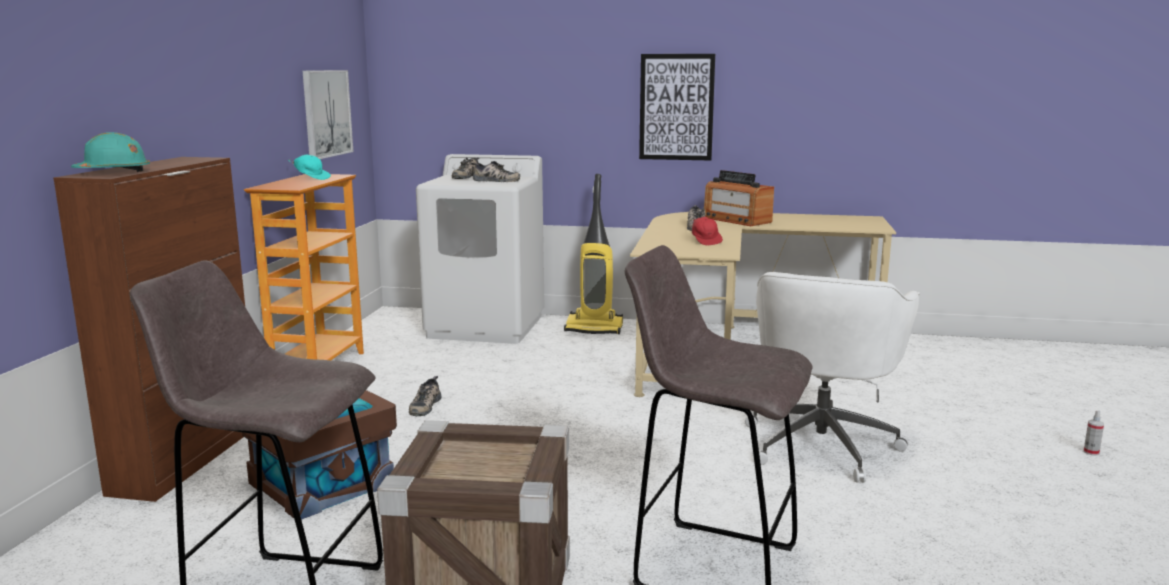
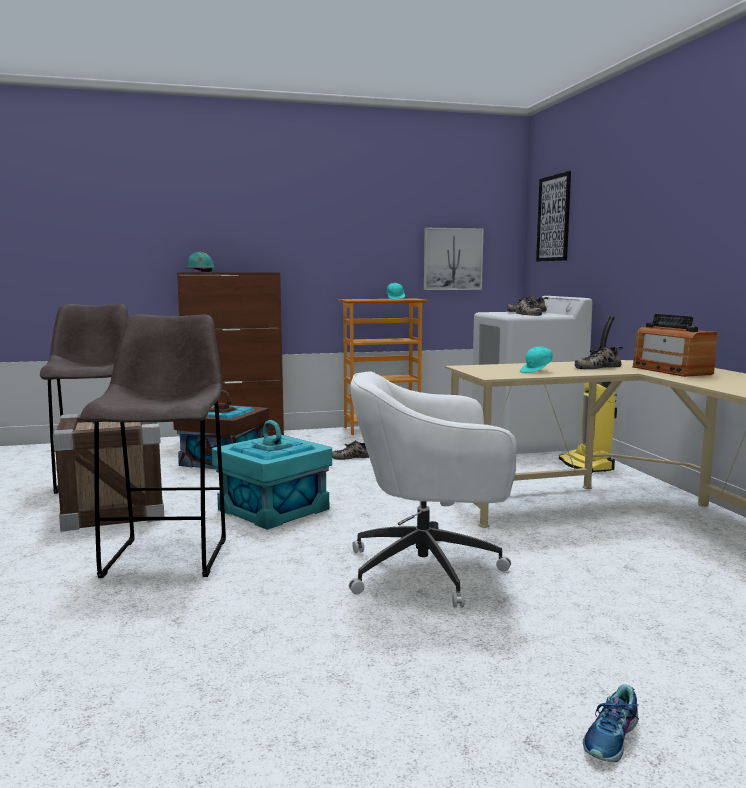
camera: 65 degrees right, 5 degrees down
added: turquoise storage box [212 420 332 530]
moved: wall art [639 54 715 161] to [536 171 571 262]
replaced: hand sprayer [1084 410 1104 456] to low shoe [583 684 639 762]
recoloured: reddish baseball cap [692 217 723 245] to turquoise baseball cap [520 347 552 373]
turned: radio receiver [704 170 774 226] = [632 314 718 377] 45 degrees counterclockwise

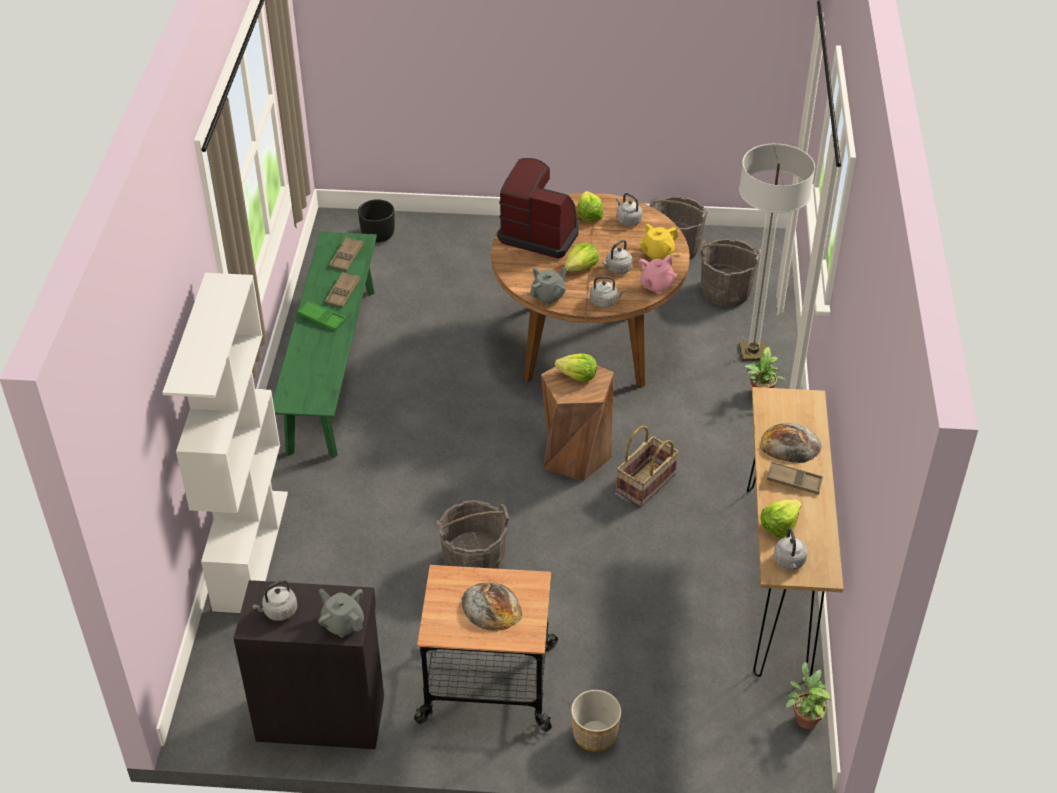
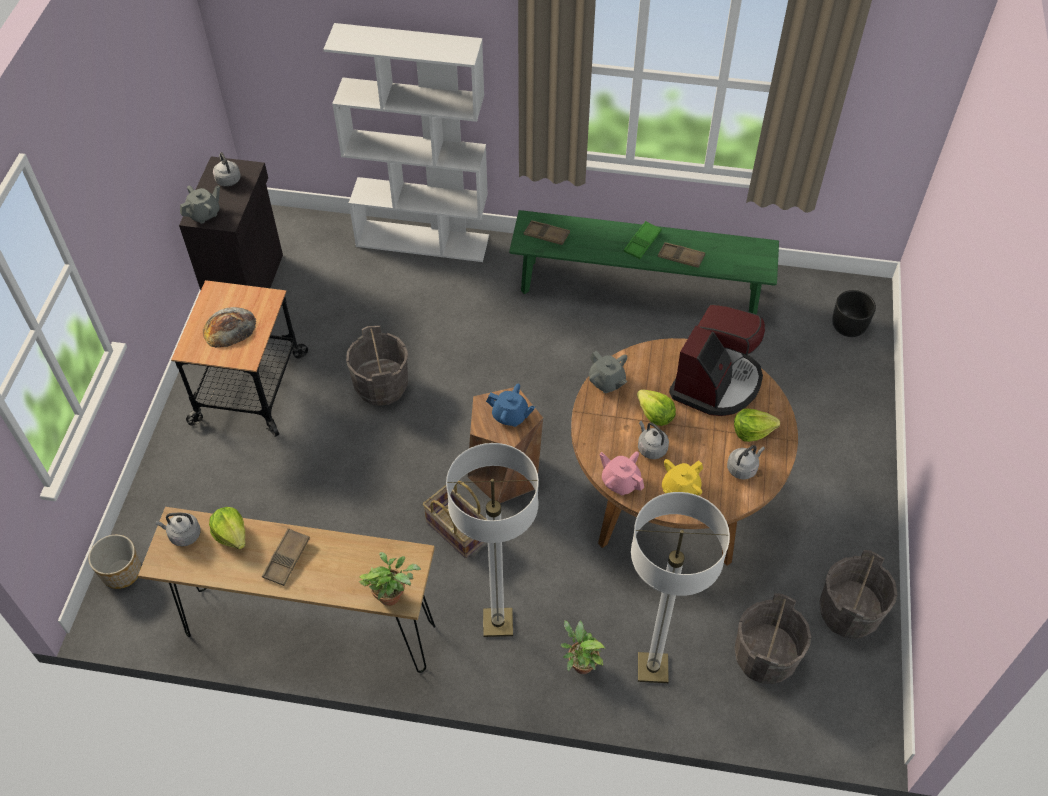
camera: 95 degrees right, 10 degrees up
removed: greyish kettle [590 276 626 308]; bread [760 423 822 463]
added: standing lamp [446 443 539 637]
moved: brownish carrying tray [329 237 364 271] to [524 220 570 245]; flower pot [571 690 621 752] to [89 535 141 589]; plant in a pot [786 662 831 729] to [359 552 421 606]
replaced: head of lettuce [555 353 597 382] to blue tea pot [486 384 535 427]
turned: yellow tea pot [639 224 678 260] = [662 459 703 496] 105 degrees counterclockwise

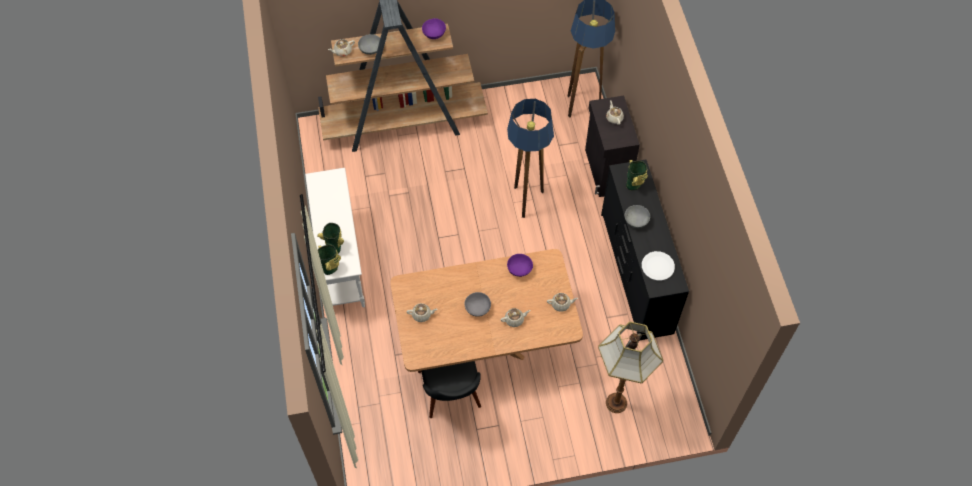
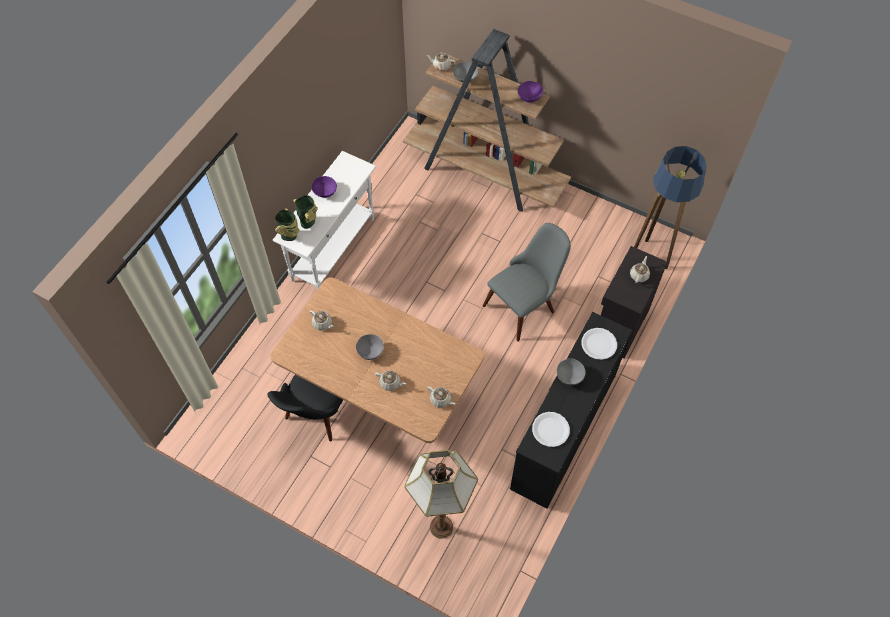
camera: 40 degrees right, 0 degrees up
moved: purple-coloured serving bowl [507 254 533 277] to [311 176 337 198]
replaced: standing lamp [507 99 554 218] to greyish chair [482 223 571 342]; flower vase [626 160 648 190] to white plate [581 328 617 360]

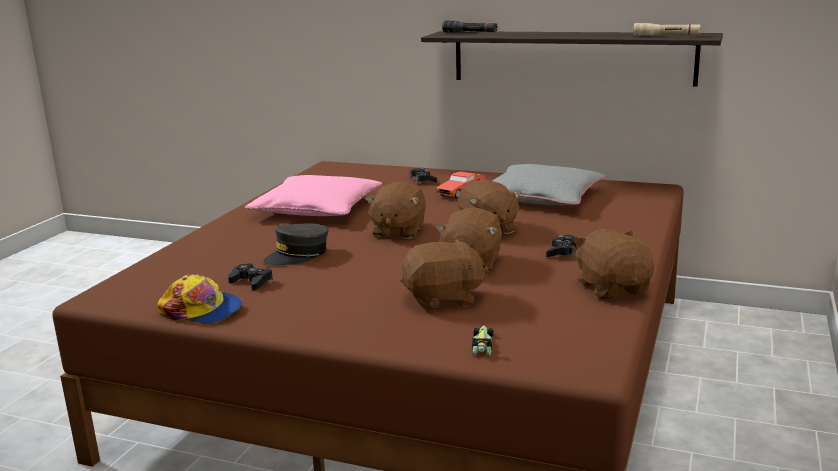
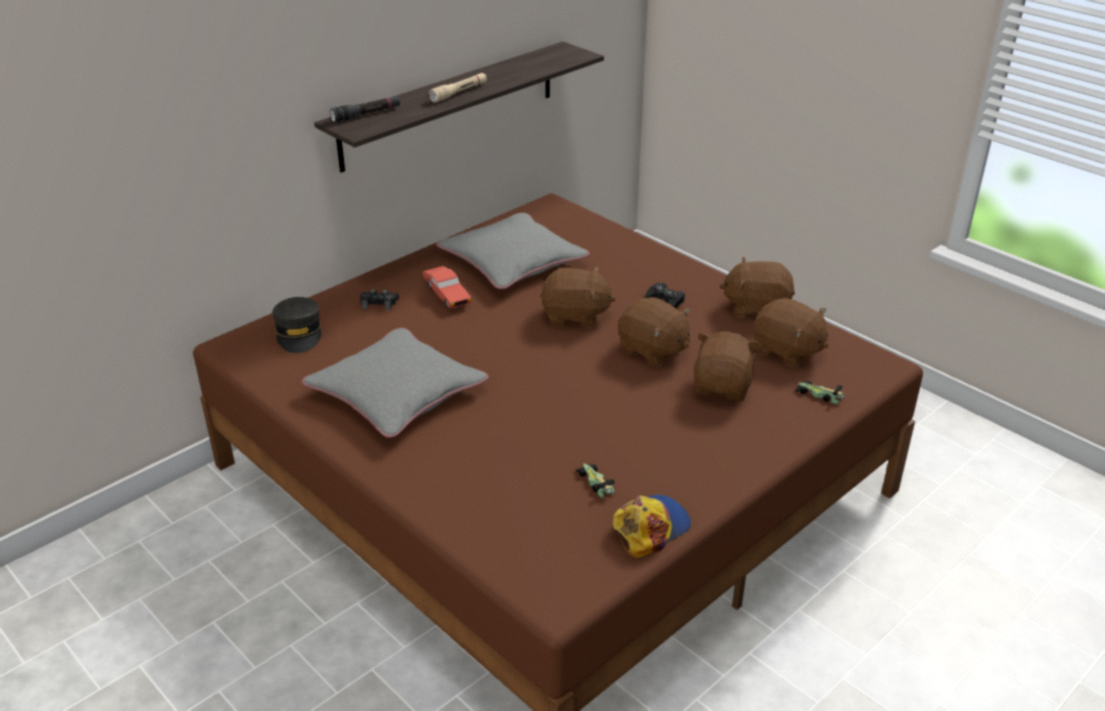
camera: 65 degrees left, 15 degrees up
moved: greyish baseball cap [263 223 329 265] to [272 297 321 353]; brownish soft toy [365 181 426 239] to [753 298 829 367]; beige flashlight [633 23 701 36] to [429 73 487 103]
replaced: black-coloured joypad [228 263 273 290] to toy car [576 463 615 499]
recoloured: pink cushion [245 175 382 216] to greyish cushion [301 328 489 438]

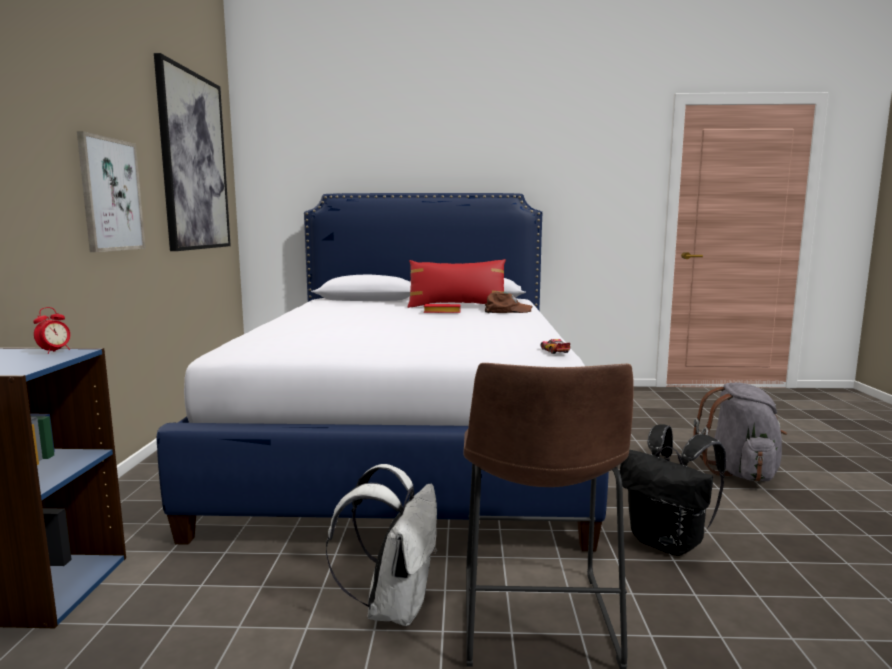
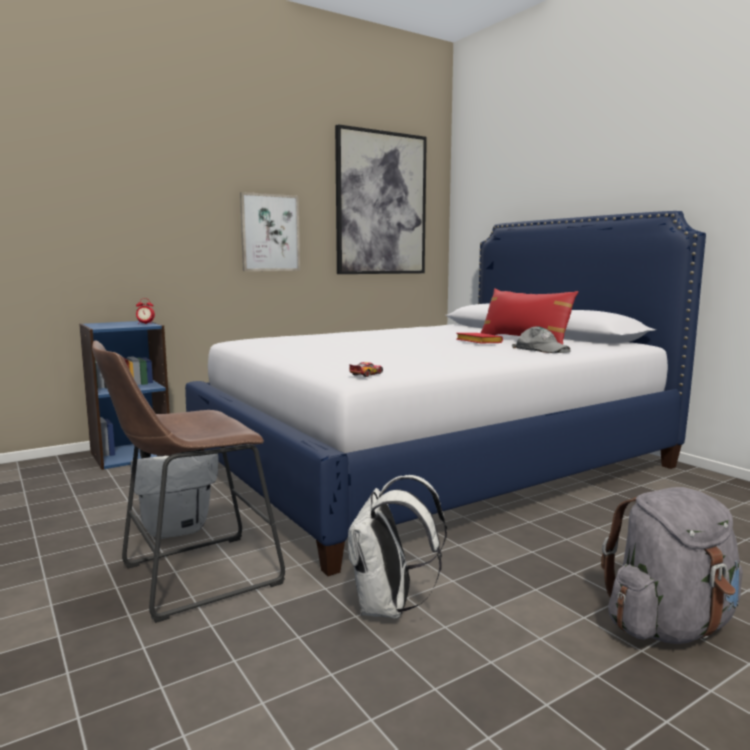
camera: 55 degrees right, 0 degrees up
recoloured: brownish baseball cap [485 292 533 313] to greyish baseball cap [512 327 571 353]; black-coloured backpack [620 424 726 556] to white backpack [348 475 447 619]

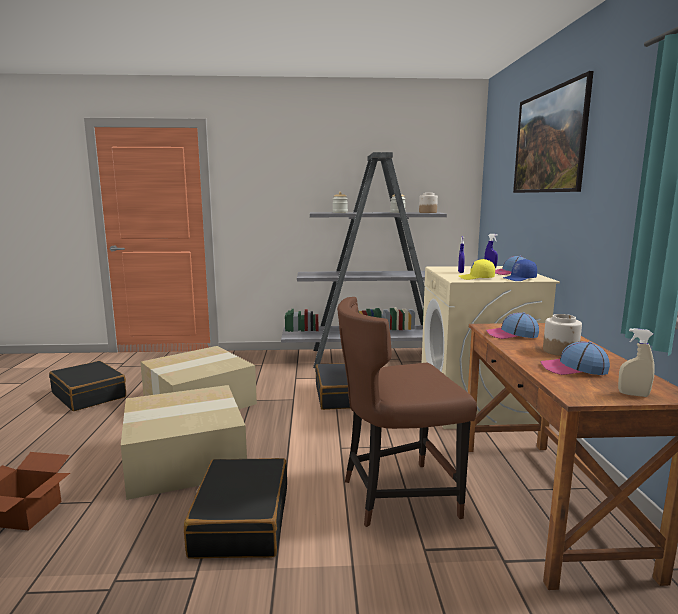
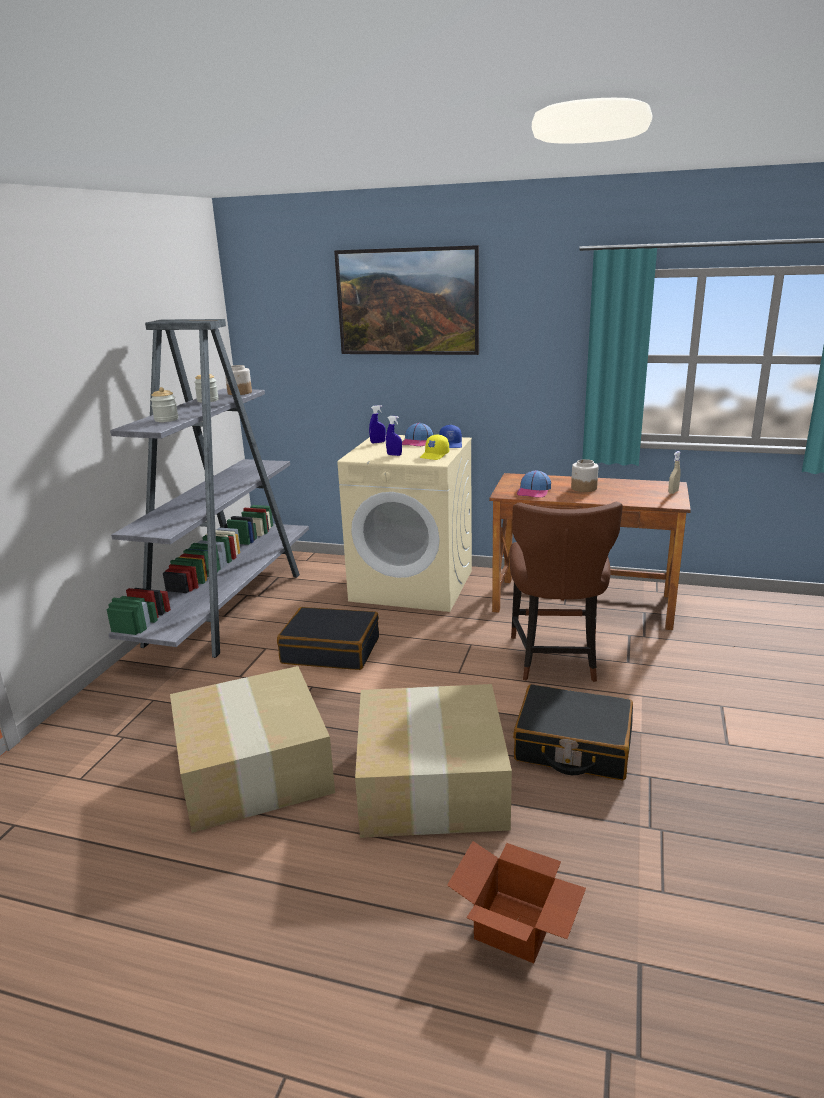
camera: 70 degrees left, 10 degrees up
removed: black-coloured travel case [49 361 126 411]; baseball cap [541 341 610 375]

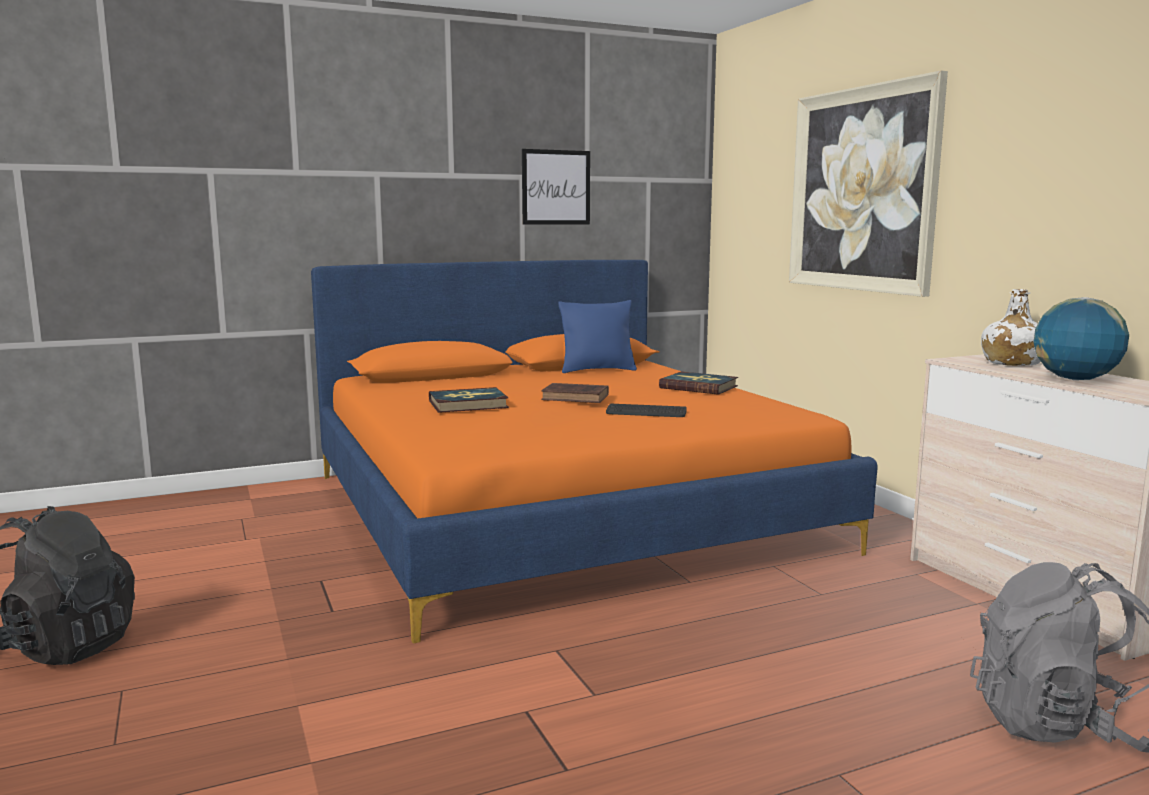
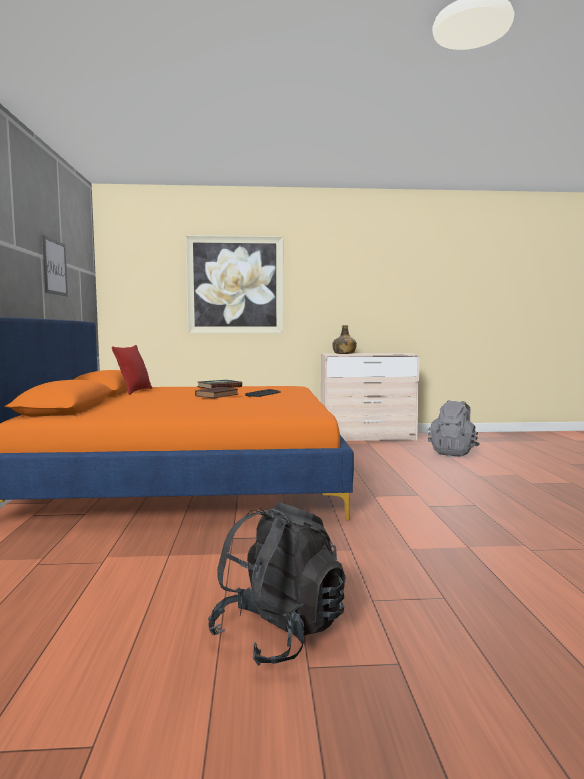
camera: 70 degrees left, 5 degrees down
removed: book [429 387 509 413]; desk globe [1033 297 1129 380]
recoloured: blue cushion [558 300 637 373] to reddish cushion [112 345 152 395]; white drink bottle [981 289 1041 366] to green drink bottle [332 325 357 354]

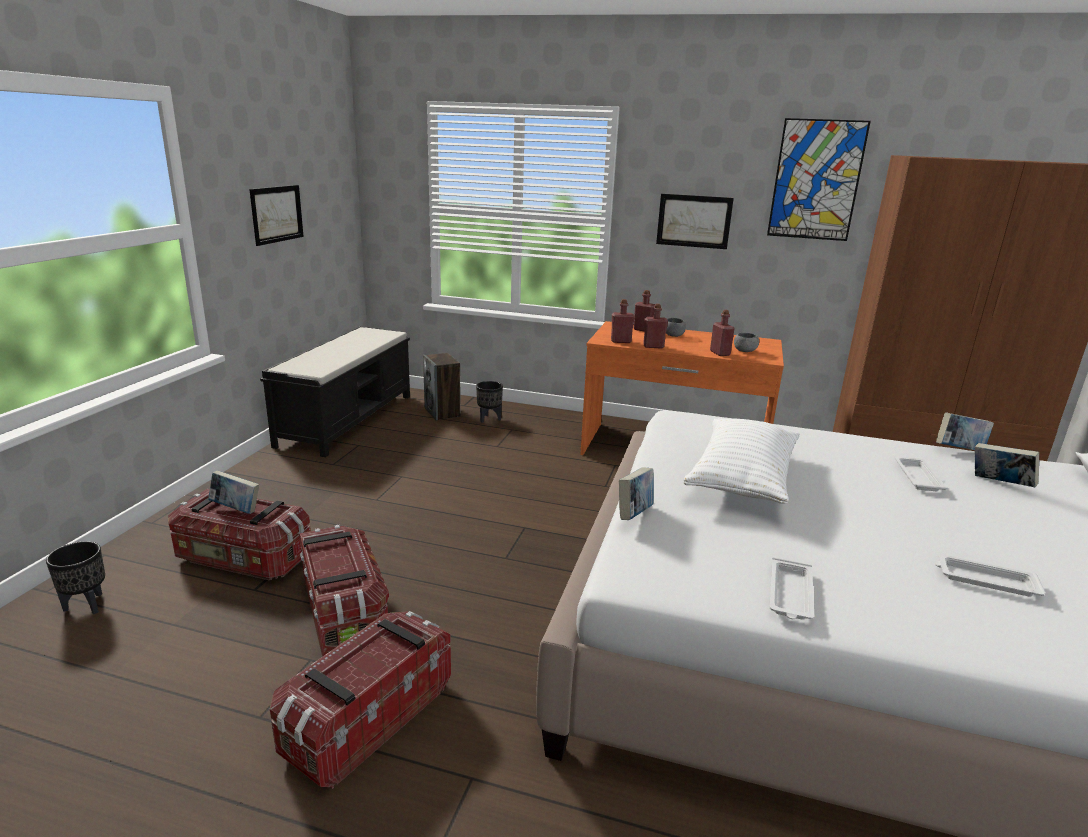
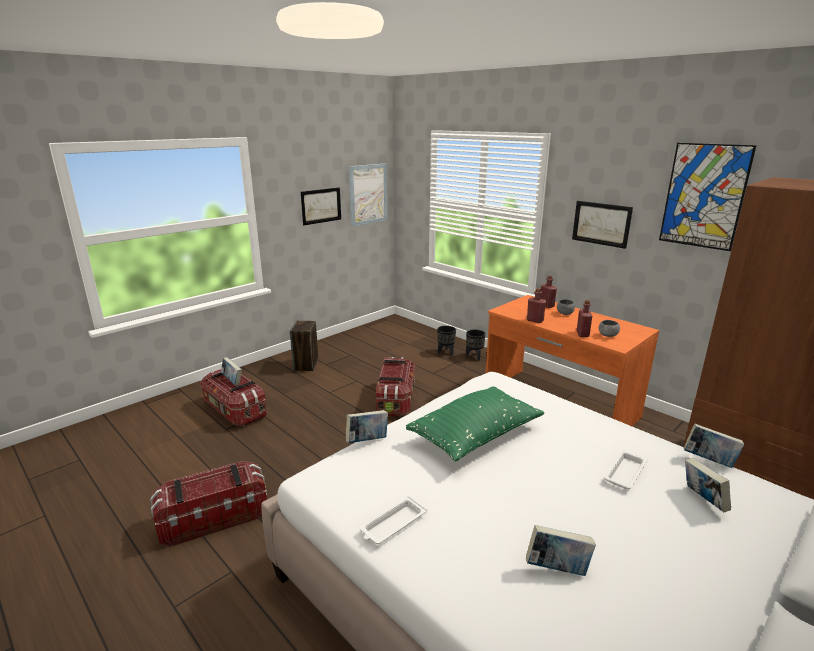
camera: 30 degrees right, 0 degrees up
removed: black-coloured bench [260 326 410 457]; reddish drink bottle [611 299 635 343]
added: wall art [349 163 387 227]
moved: black-coloured flower pot [46 541 105 614] to [466 329 486 360]; storage box [299 525 389 657] to [376 357 415 417]; loudspeaker [423 353 461 420] to [290 320 318 371]
replaced: white carrying tray [935 554 1046 597] to book [526 525 596 576]
recoloured: white cushion [684 418 800 504] to green cushion [406 386 544 461]

